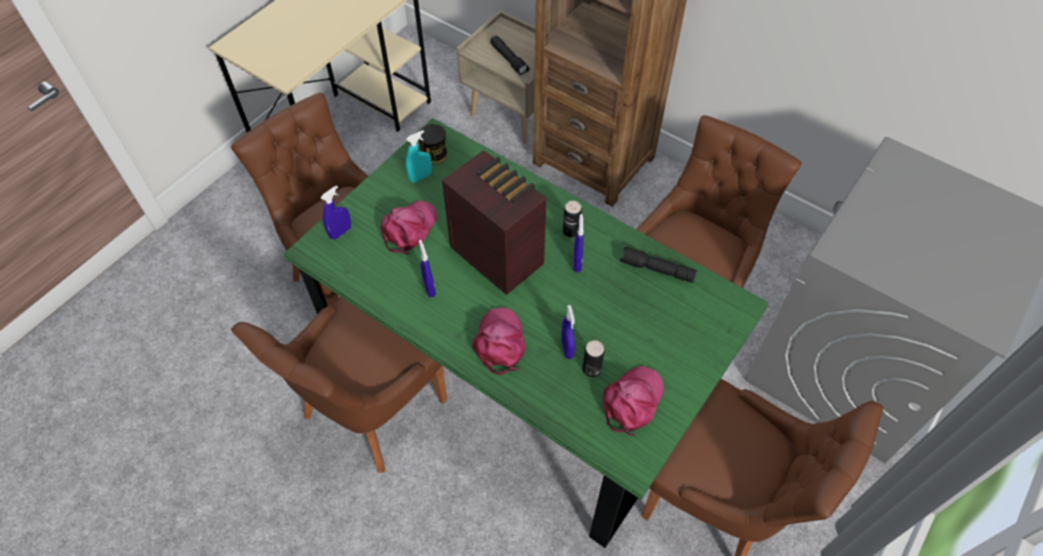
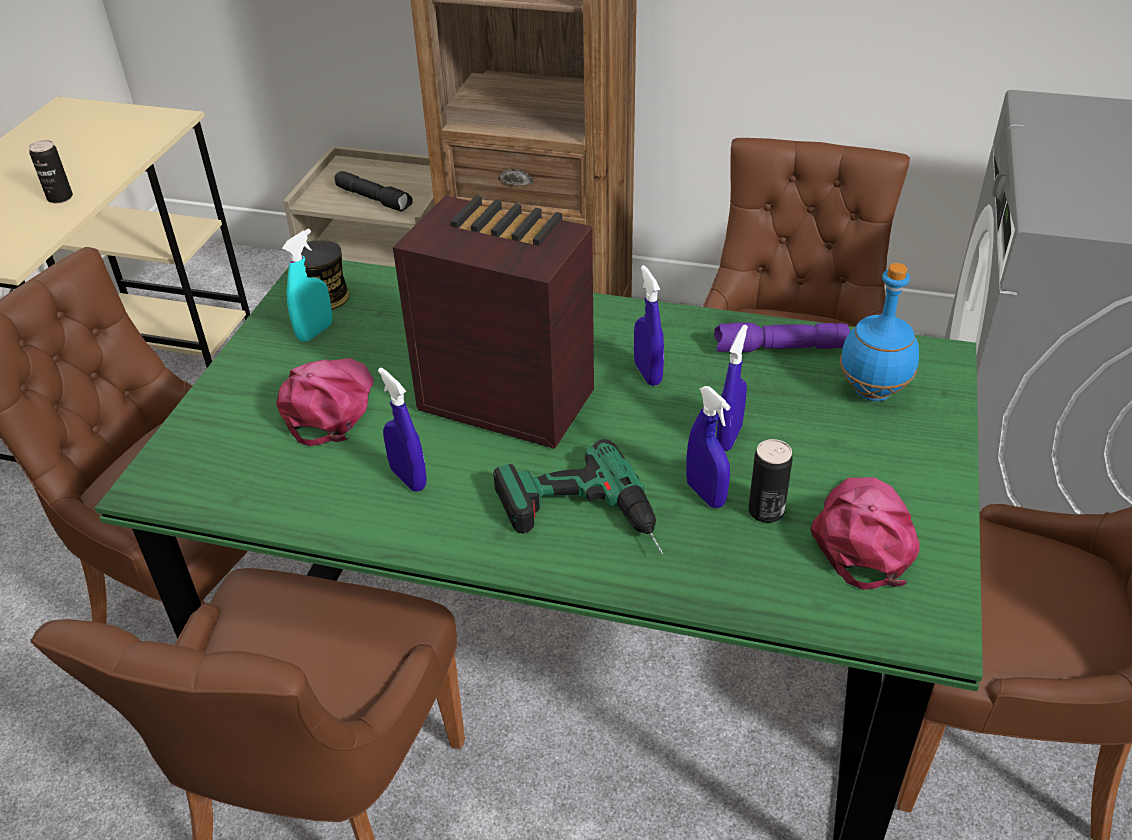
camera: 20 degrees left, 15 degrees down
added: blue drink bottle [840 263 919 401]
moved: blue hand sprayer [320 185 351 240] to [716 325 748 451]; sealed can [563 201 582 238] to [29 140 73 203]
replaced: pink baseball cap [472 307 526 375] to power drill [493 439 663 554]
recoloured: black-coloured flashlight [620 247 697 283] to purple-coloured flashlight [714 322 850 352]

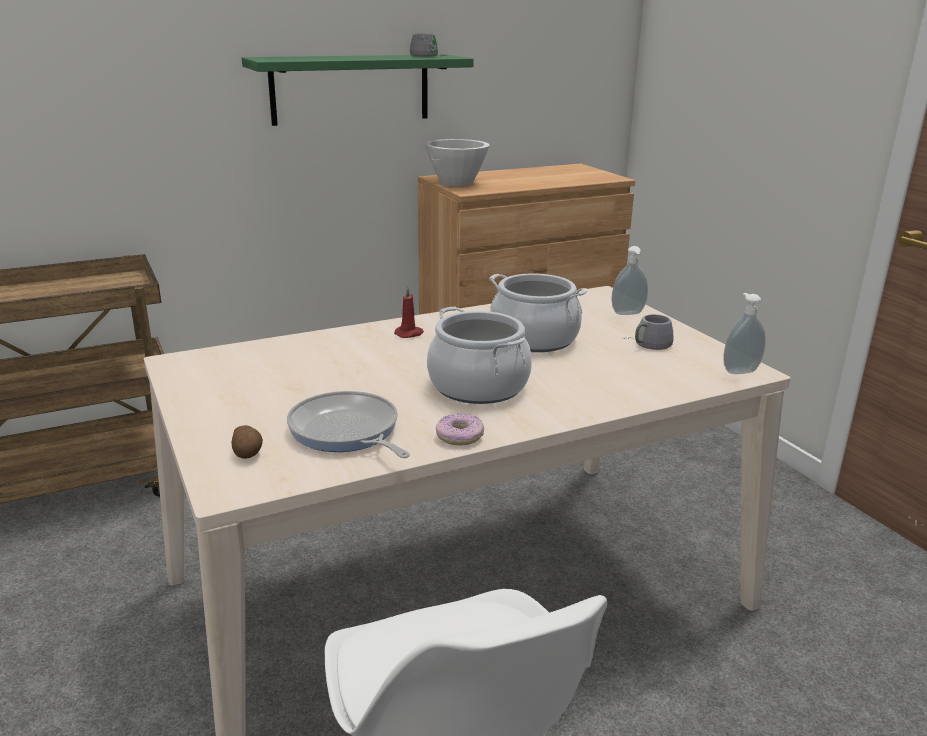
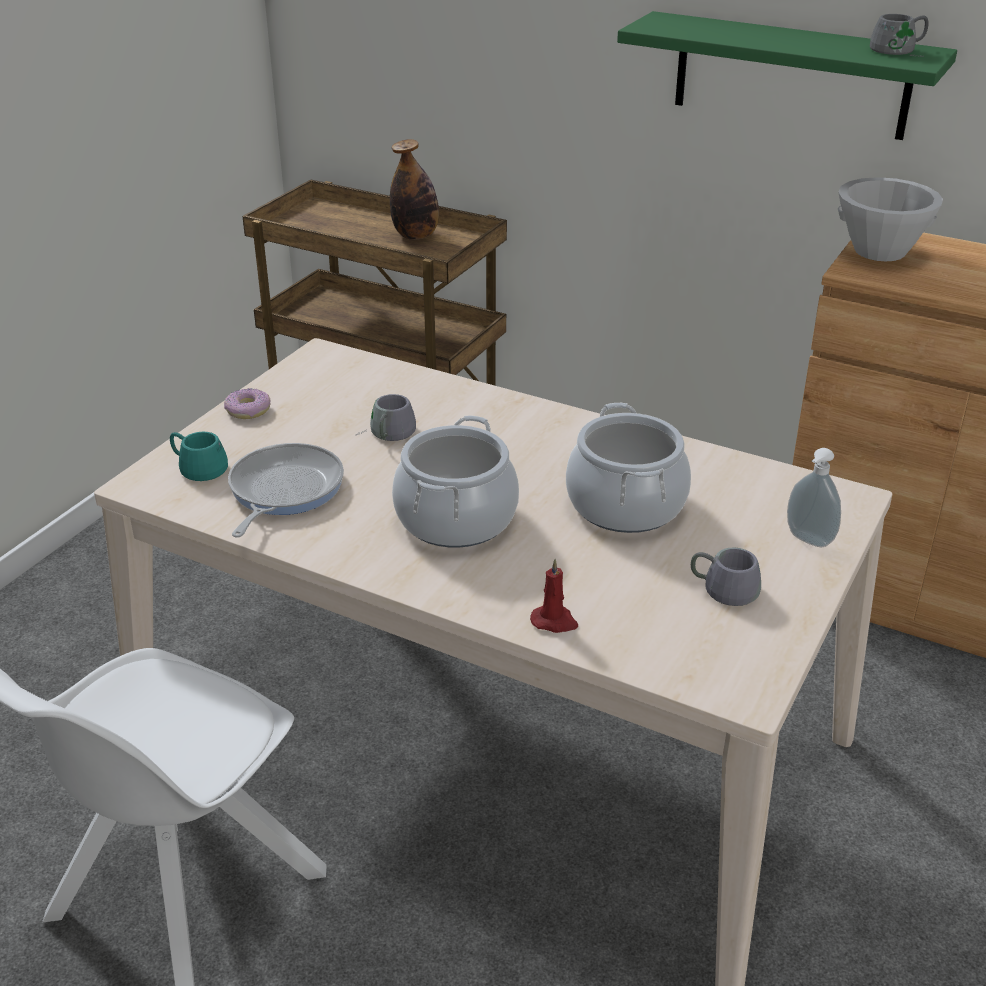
camera: 55 degrees right, 10 degrees up
removed: soap dispenser [723 293 766 374]
added: greyish tea mug [355 394 416 441]; drink bottle [390 139 439 240]
moved: reddish wax candle [394 287 424 338] to [530 559 578 633]; ring doughnut [436 413 484 446] to [224 388 271 419]
replaced: whole potato [231 425 263 459] to turquoise tea mug [170 432 228 481]

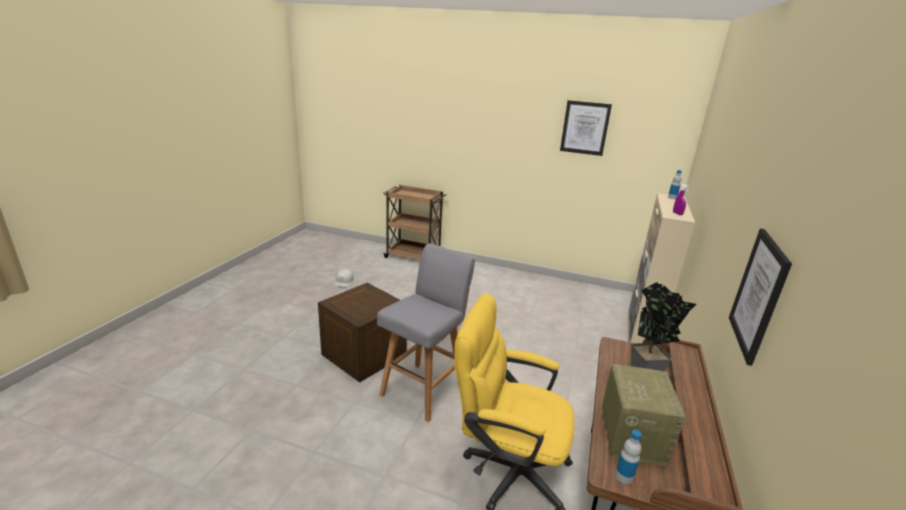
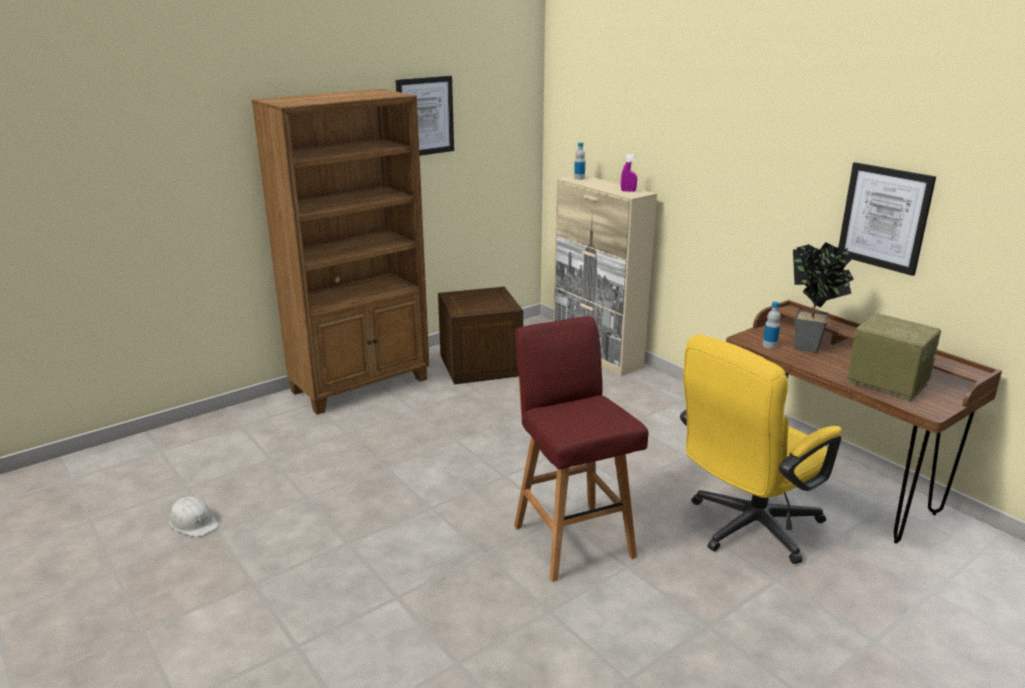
camera: 55 degrees left, 0 degrees up
removed: brownish cart [383 185 447 260]
added: brownish shelving unit [251 89 429 415]
moved: crate [318 283 407 382] to [438 287 523 385]; drink bottle [615 430 642 484] to [763 302 781 349]
recoloured: greyish stool seat [377 244 475 422] to reddish stool seat [514 316 649 582]

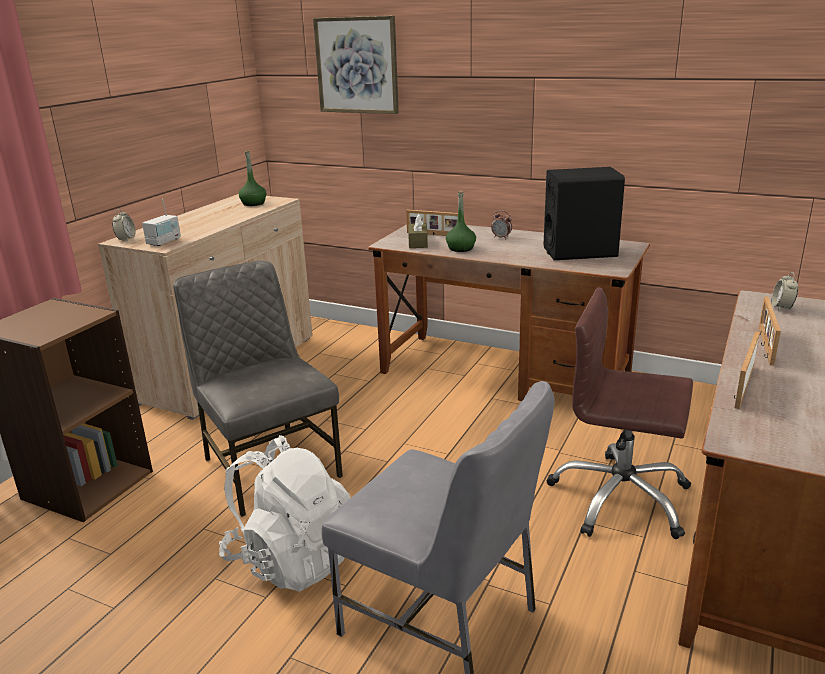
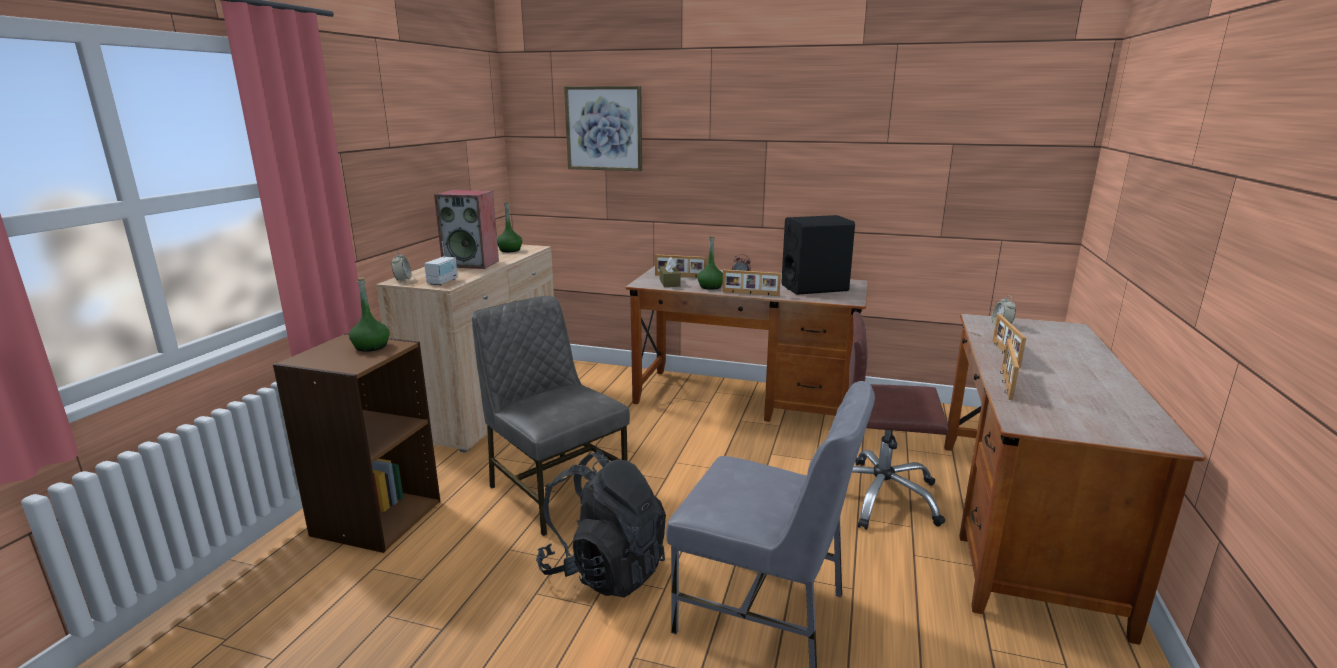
camera: 10 degrees left, 5 degrees down
added: green drink bottle [349 277 390 352]; loudspeaker [434 190 499 269]; picture frame [722 269 781 296]
recoloured: white backpack [219 435 351 592] to black-coloured backpack [536 450 666 598]

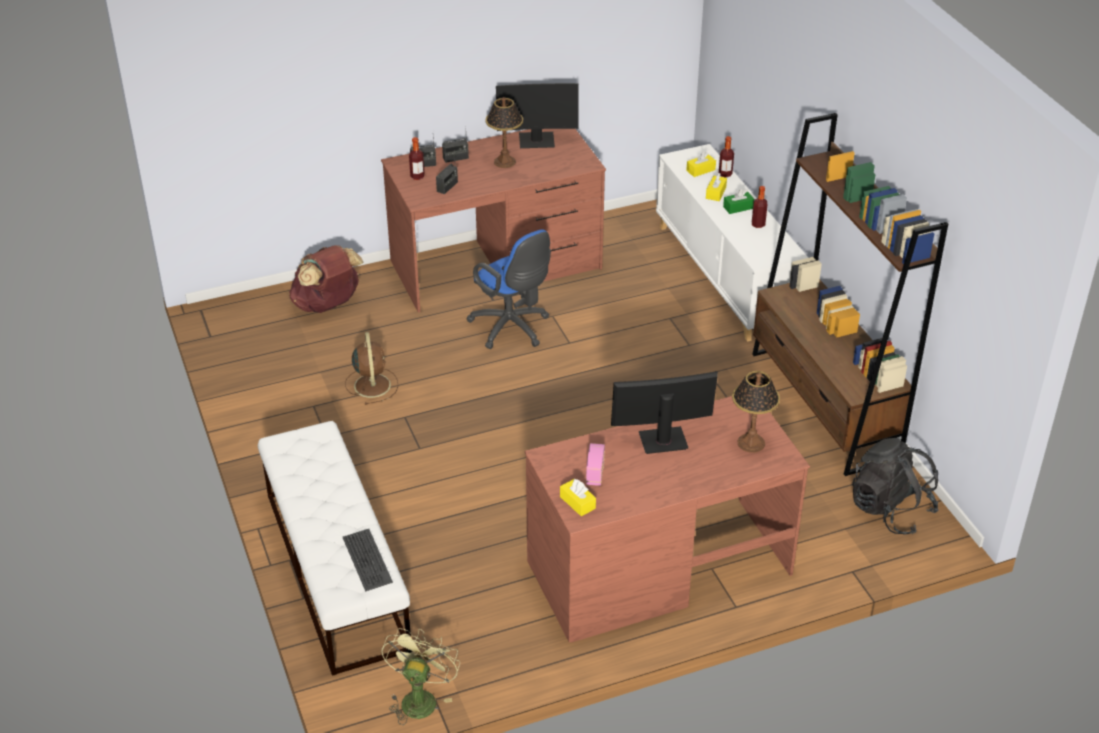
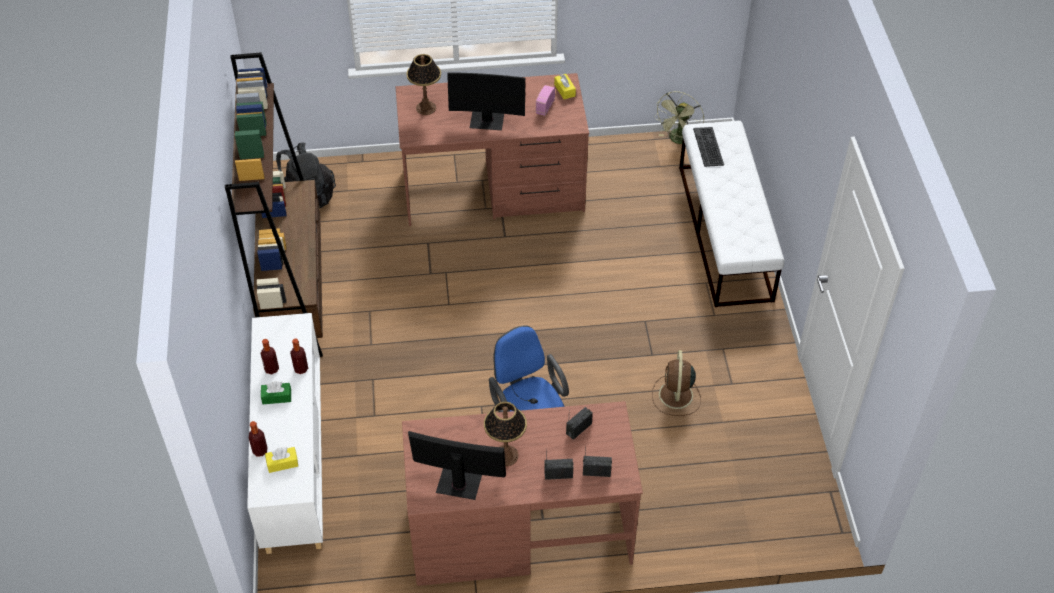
camera: 165 degrees left, 10 degrees up
removed: brownish backpack [289 245 363 313]; yellow tissue holder [706 173 727 201]
moved: drink bottle [409 137 425 180] to [290 338 308 374]

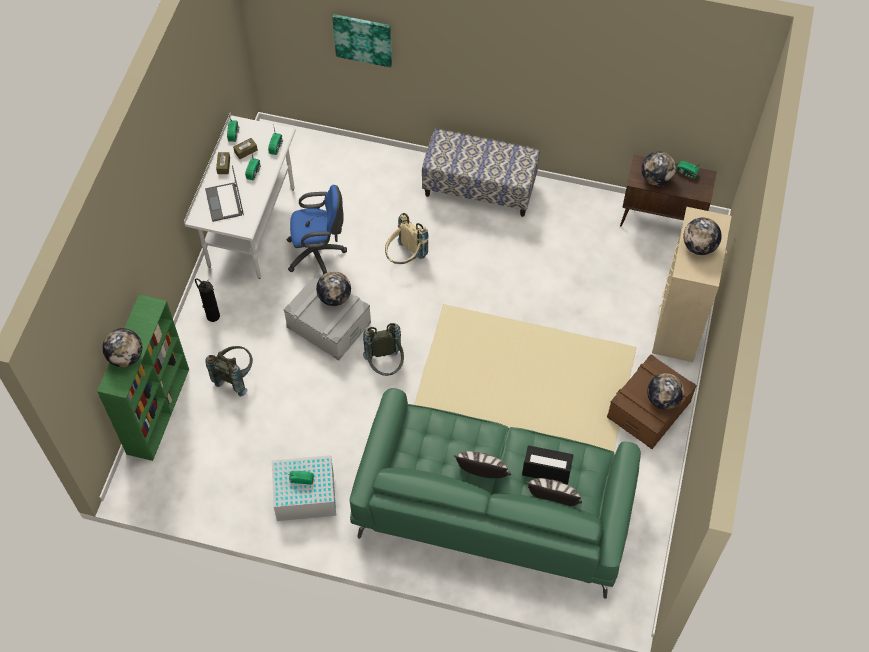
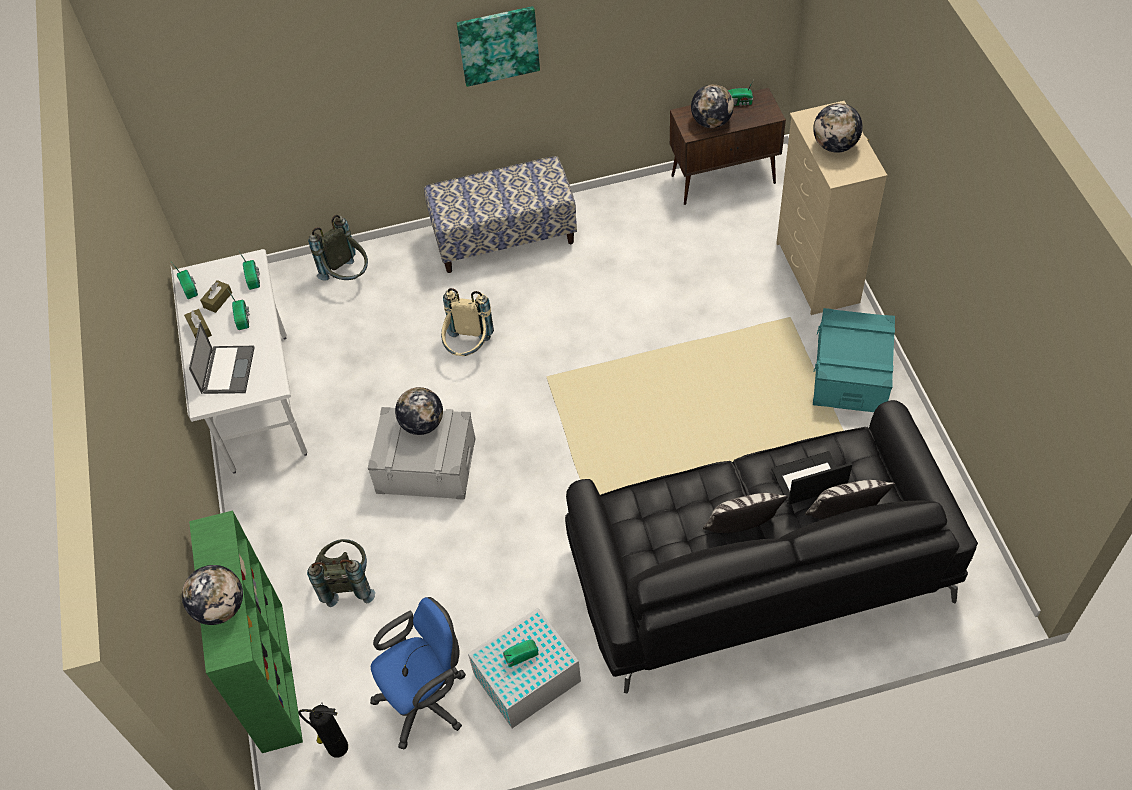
camera: 25 degrees left, 5 degrees down
removed: desk globe [647 373 684 410]
moved: extinguisher [195 278 220 322] to [299 703 348 758]; blue computer chair [287 185 347 275] to [370 597 466 750]; wall art [332 14 392 68] to [456 6 540 87]; greyish backpack [363 323 404 376] to [308 215 368 281]
recoloured: green couch [349 388 641 599] to black-coloured couch [565 400 978 694]; brownish storage box [607 354 697 449] to turquoise storage box [813 308 895 412]
turned: notebook computer [205 165 244 222] = [189 322 255 394] 135 degrees counterclockwise

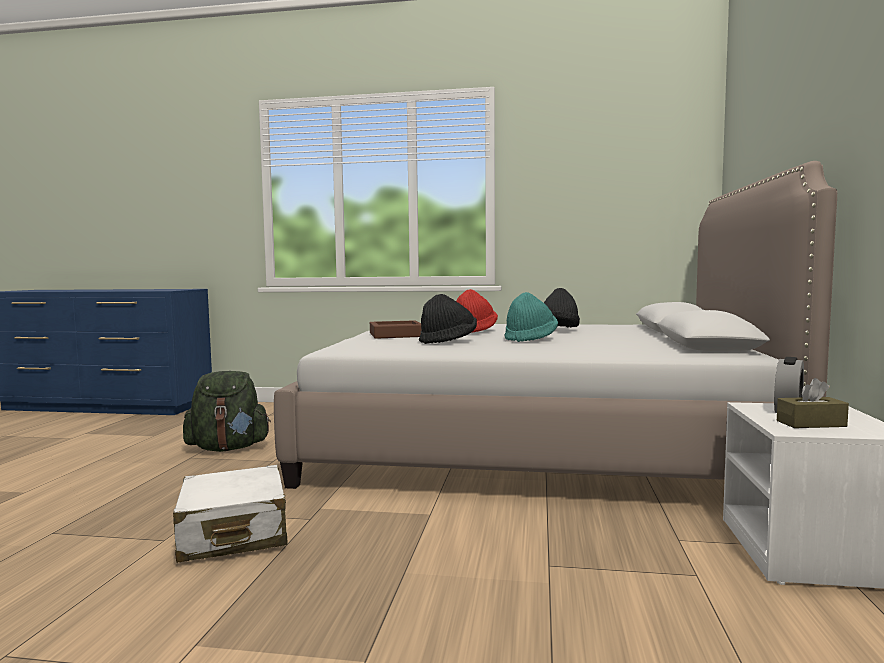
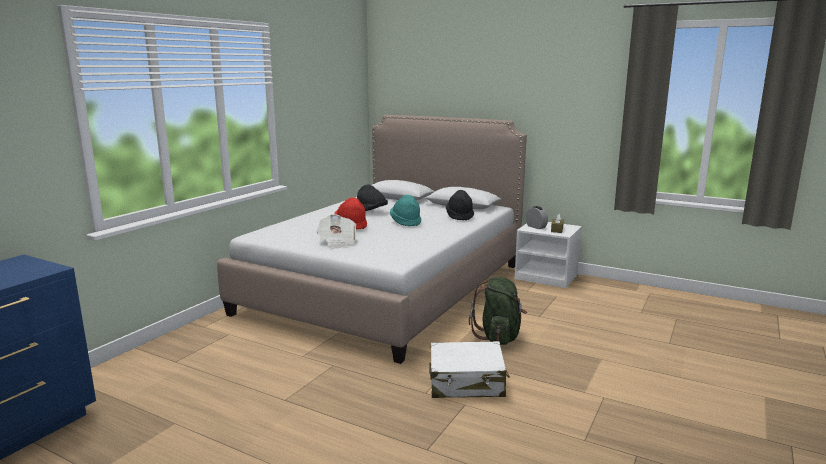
camera: 70 degrees left, 10 degrees up
moved: green backpack [183 371 271 452] to [469 277 527 345]; black-coloured hat [419 294 477 344] to [446 190 474 221]
replaced: brownish carrying tray [370 320 421 339] to daily paper [316 214 356 249]

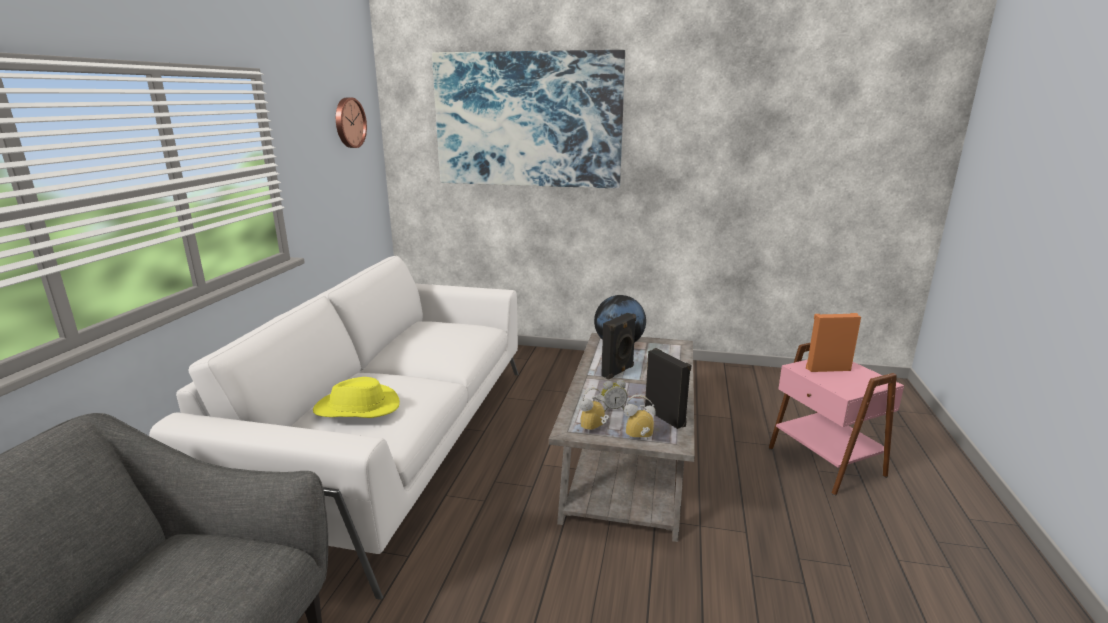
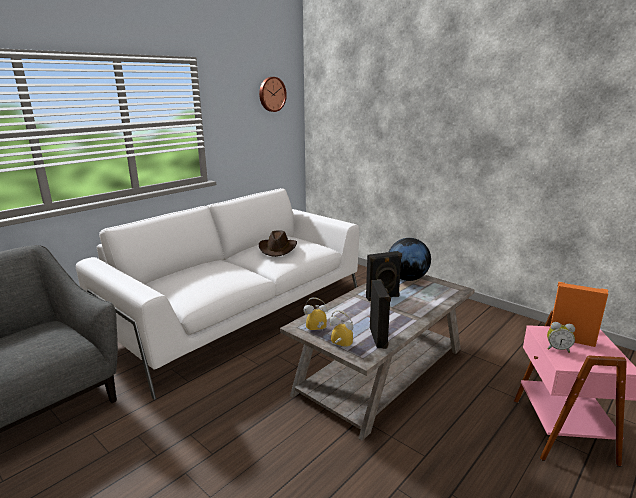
camera: 30 degrees right, 0 degrees up
removed: yellow hat [313 377 400 418]; wall art [432 50 625 189]
added: brownish hat [259 230 297 257]
moved: alarm clock [601 380 627 412] to [547 322 575 353]

